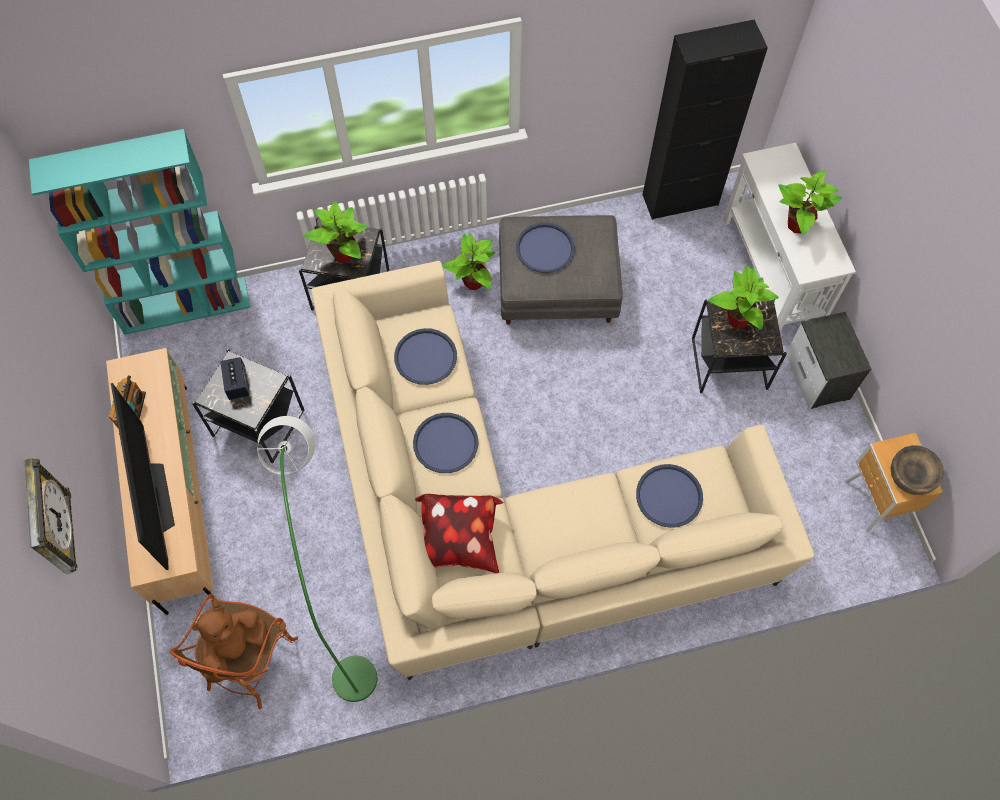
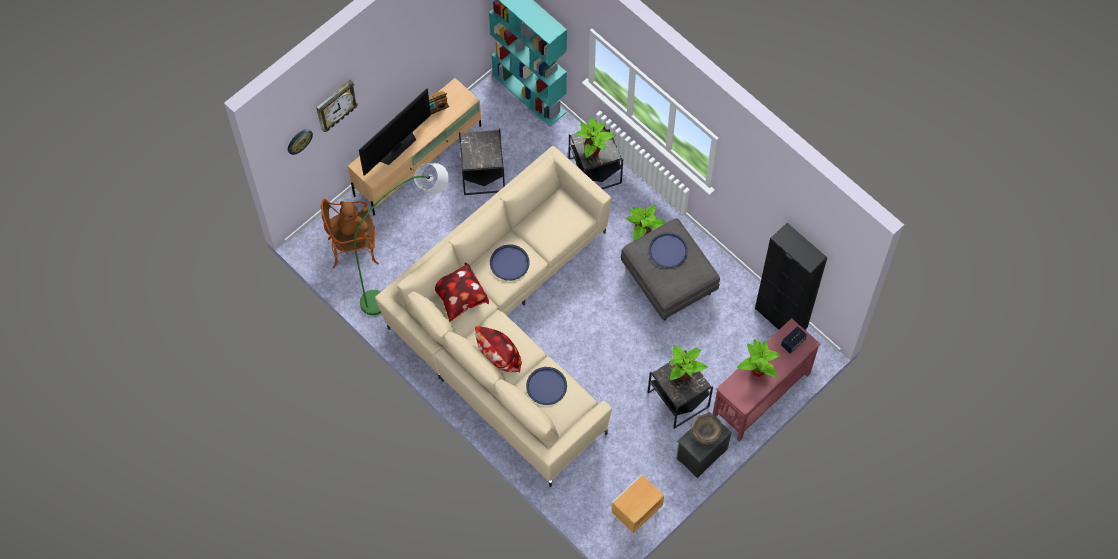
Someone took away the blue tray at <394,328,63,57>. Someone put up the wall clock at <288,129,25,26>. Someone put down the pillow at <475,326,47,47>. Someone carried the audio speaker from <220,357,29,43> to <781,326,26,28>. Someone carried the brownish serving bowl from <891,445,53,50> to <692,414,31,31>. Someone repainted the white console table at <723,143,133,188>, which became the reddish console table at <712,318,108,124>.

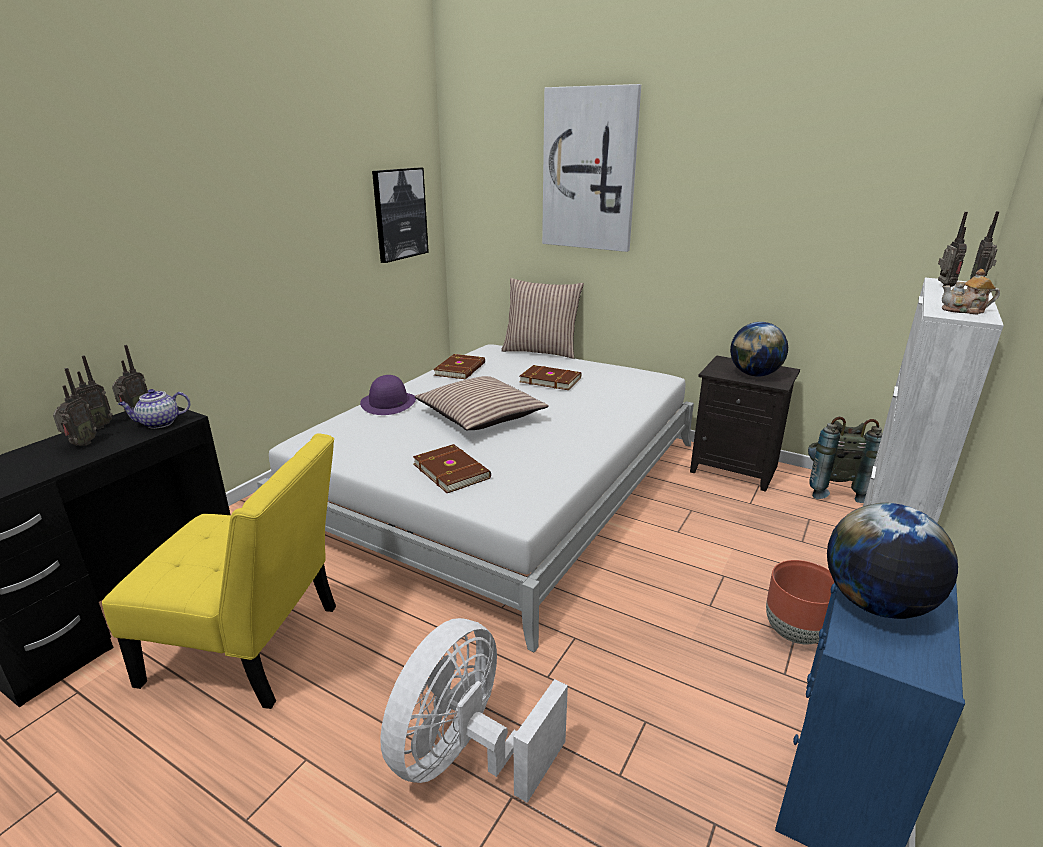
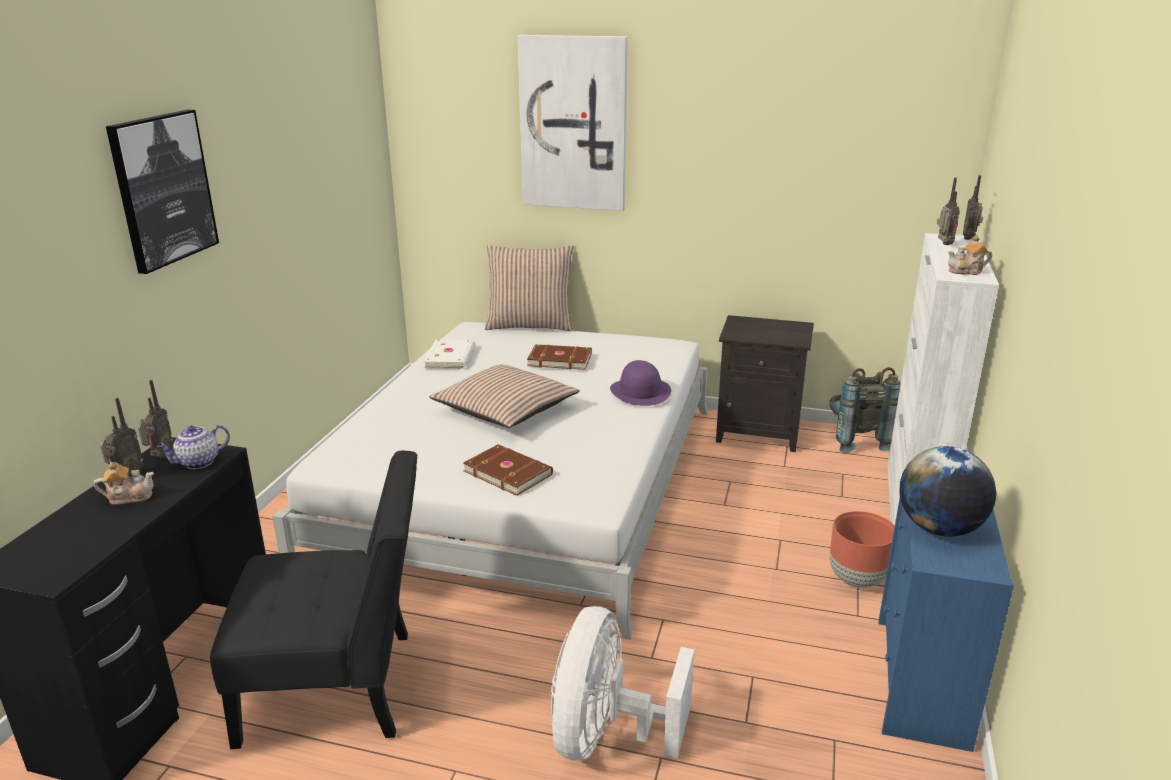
Someone took away the globe at <730,322,58,54>. Someone carried the purple-coloured wearable hat from <360,375,56,40> to <610,360,61,46>. Someone carried the picture from <372,168,57,95> to <106,110,113,164>. Someone swapped the radio at <53,368,44,78> for the tea pot at <94,462,60,43>. Someone repainted the yellow chair at <102,433,234,276>, which became the blackish chair at <210,451,207,298>. Someone repainted the brownish book at <433,354,52,25>, which became the white book at <423,339,52,30>.

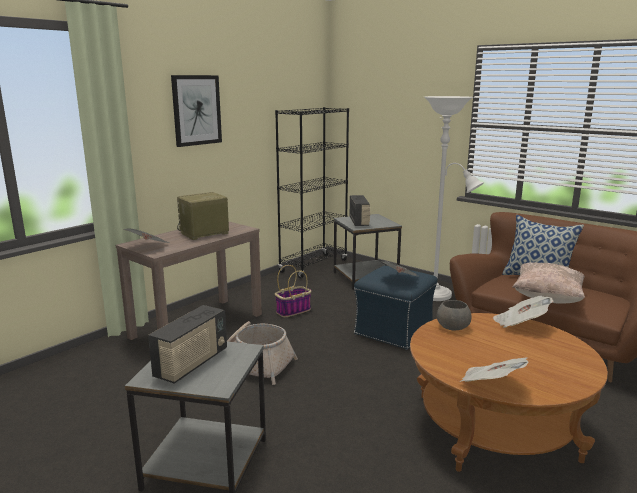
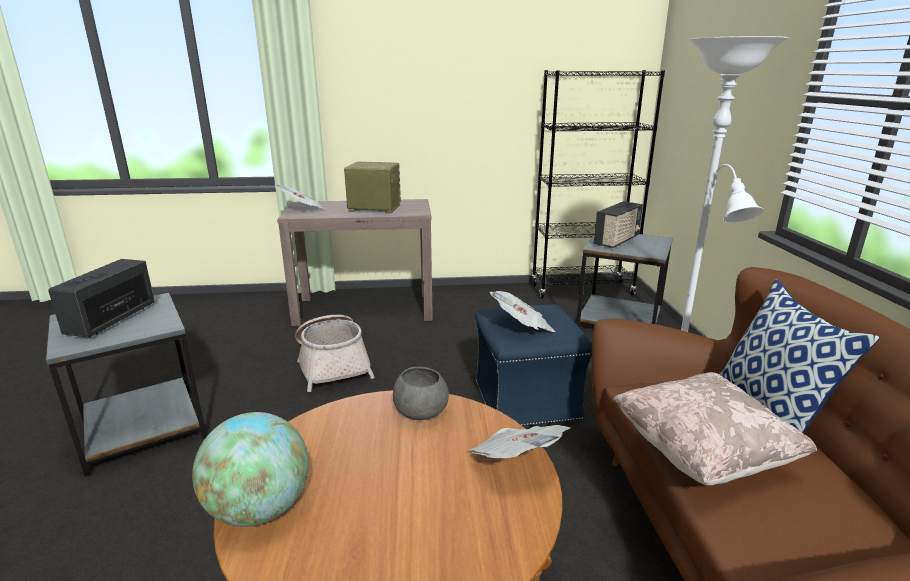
Someone took away the picture at <171,75,51,72>. Someone took away the storage basket at <275,265,36,52>. Someone swapped the daily paper at <459,357,70,25> for the globe at <192,412,117,115>. Someone rotated the radio at <148,305,79,79> by 120 degrees clockwise.

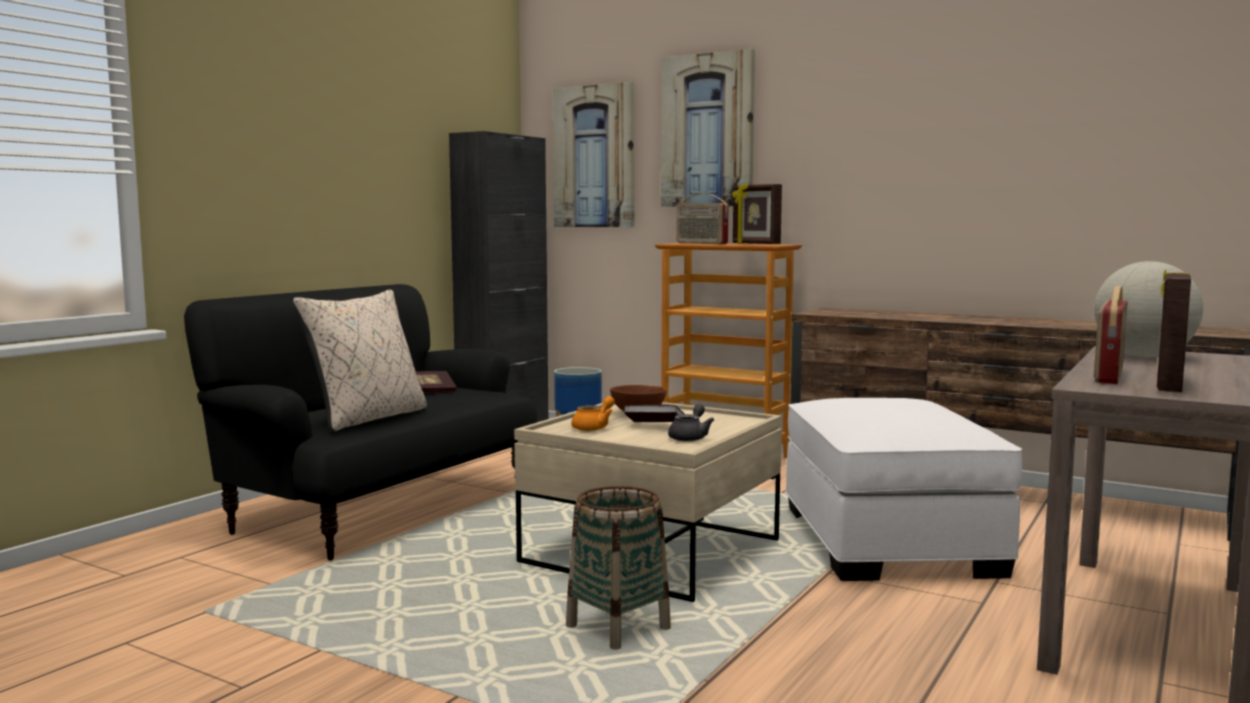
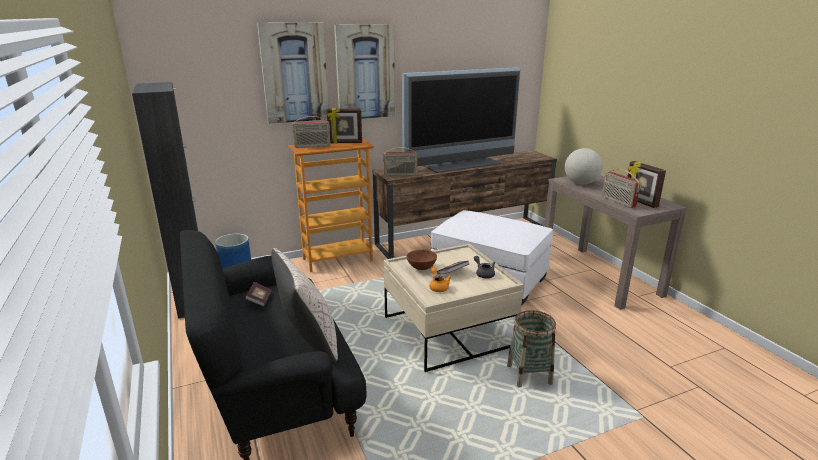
Someone put down the radio at <383,147,35,29>. Someone put down the TV set at <402,67,119,106>. Someone carried the picture from <553,82,82,145> to <334,24,61,95>.

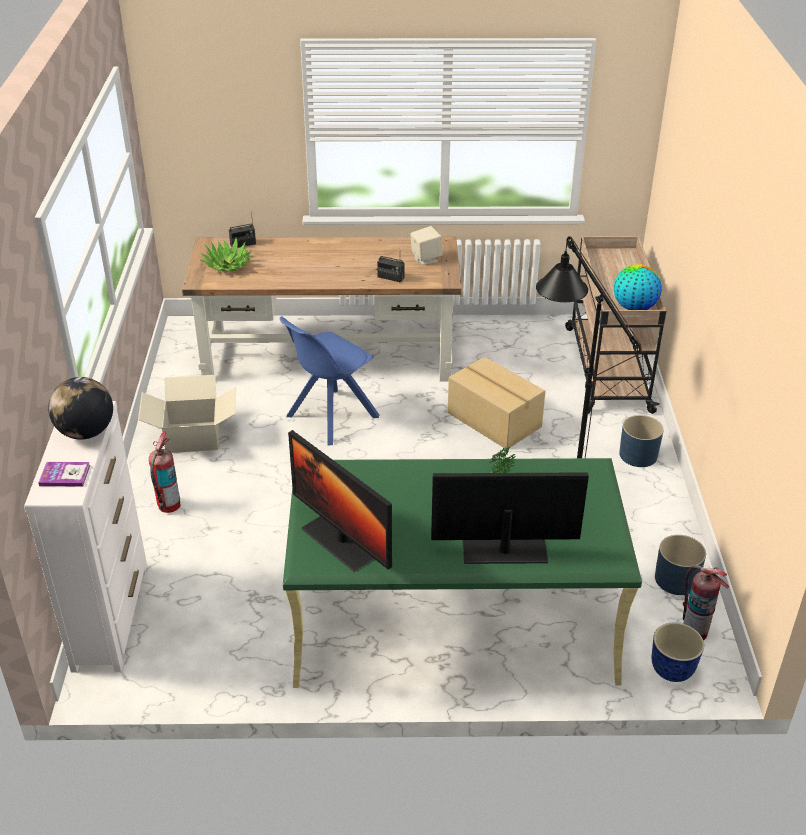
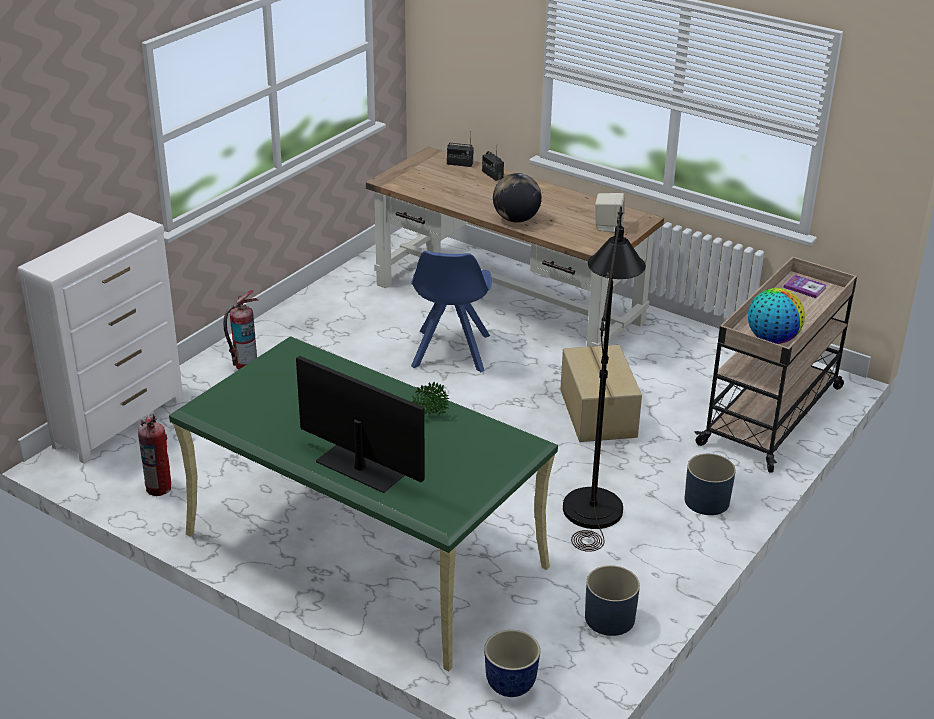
Someone took away the carton at <138,375,98,78>. Someone took away the potted plant at <200,238,53,34>. Someone took away the computer display at <288,430,104,142>. Someone carried the book from <38,462,52,24> to <784,275,42,23>. Someone carried the globe from <48,377,65,63> to <493,173,49,50>. Someone carried the radio from <377,256,27,27> to <482,151,22,30>. Someone carried the extinguisher from <683,565,46,75> to <138,414,33,82>. Someone rotated the blue chair at <280,316,99,129> by 75 degrees counterclockwise.

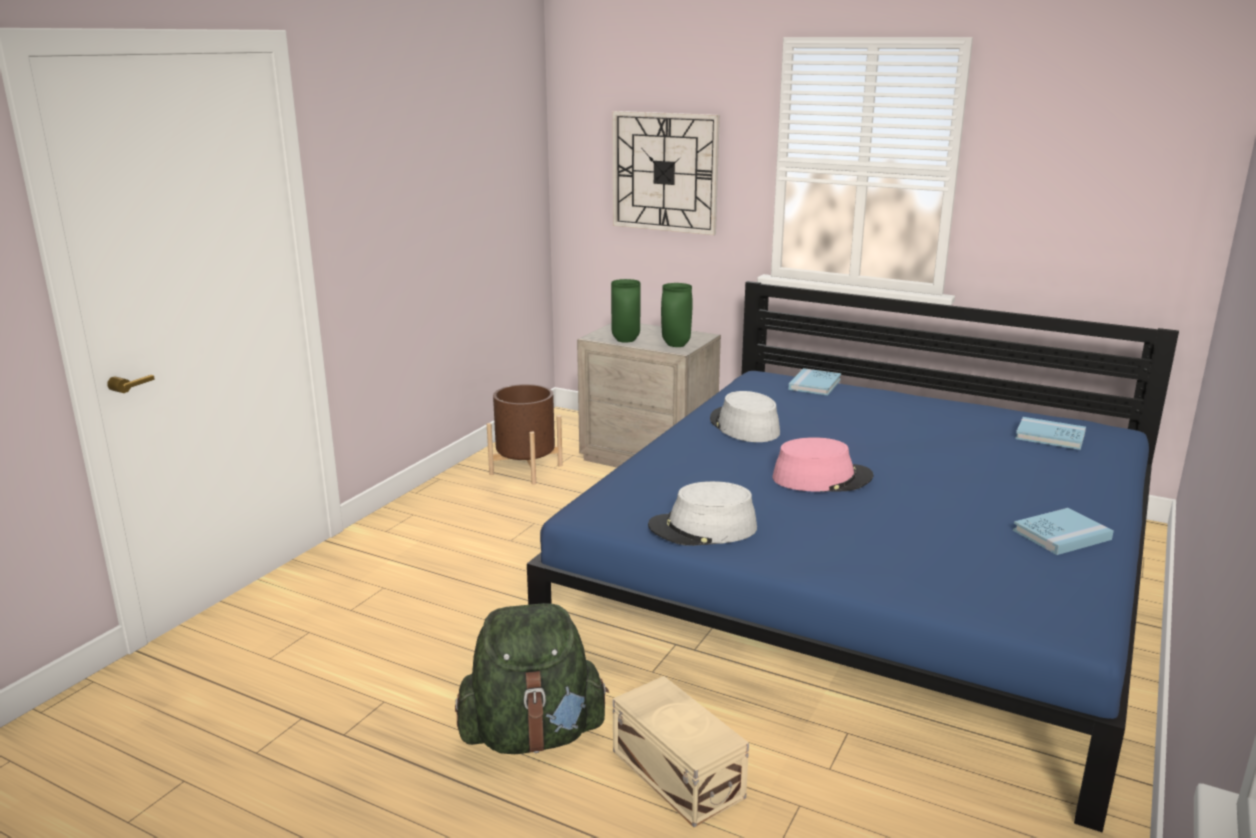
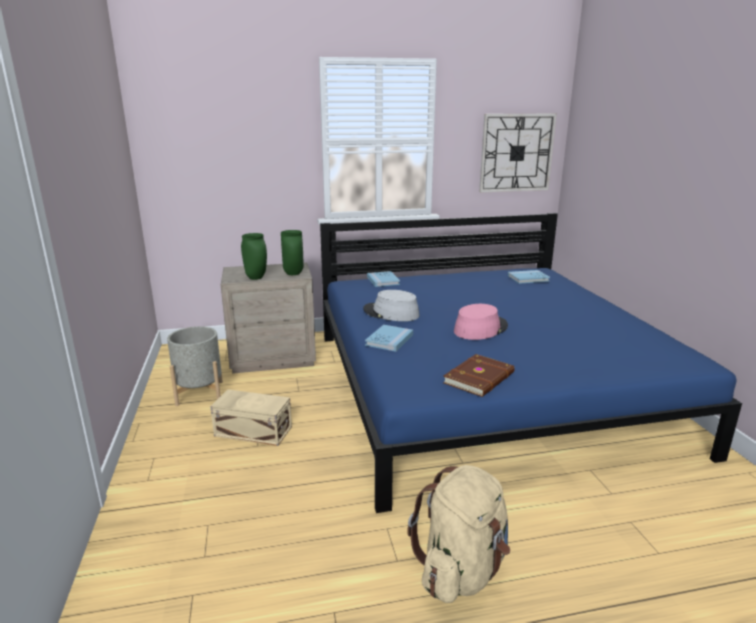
Someone carried the wall clock from <612,111,108,124> to <479,114,78,79>. Someone carried the sand-coloured storage box from <613,676,136,151> to <210,389,82,57>. Someone carried the blue book from <1013,508,101,47> to <365,325,48,27>. Someone swapped the gray wearable hat at <648,481,109,65> for the brownish book at <443,354,72,43>. Someone repainted the greenish backpack at <455,603,154,151>, which became the sand-coloured backpack at <408,465,102,138>. Someone repainted the brownish plant pot at <487,384,76,101>, which became the gray plant pot at <167,326,56,80>.

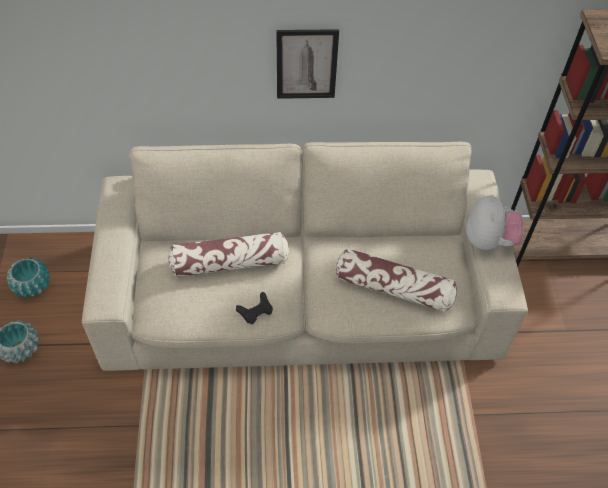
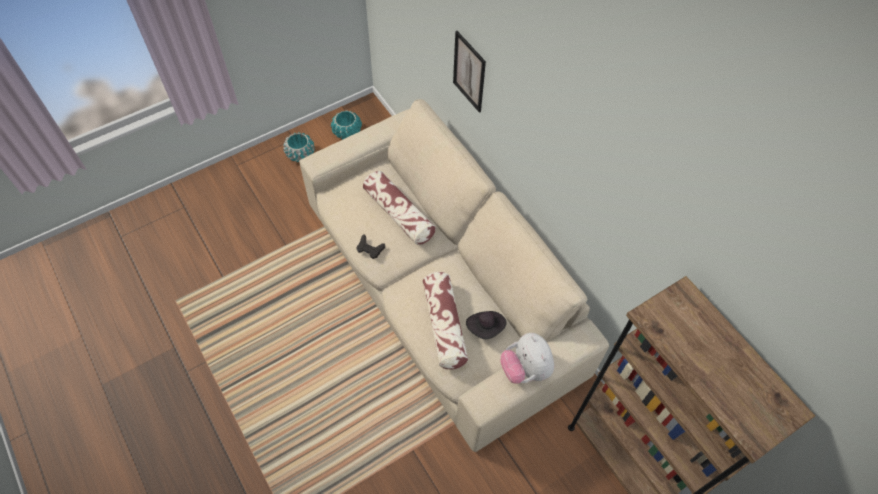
Someone put down the blackish wearable hat at <466,311,40,28>. Someone carried the picture from <276,29,63,70> to <453,31,33,82>. Someone rotated the soft toy at <466,195,58,55> by 90 degrees clockwise.

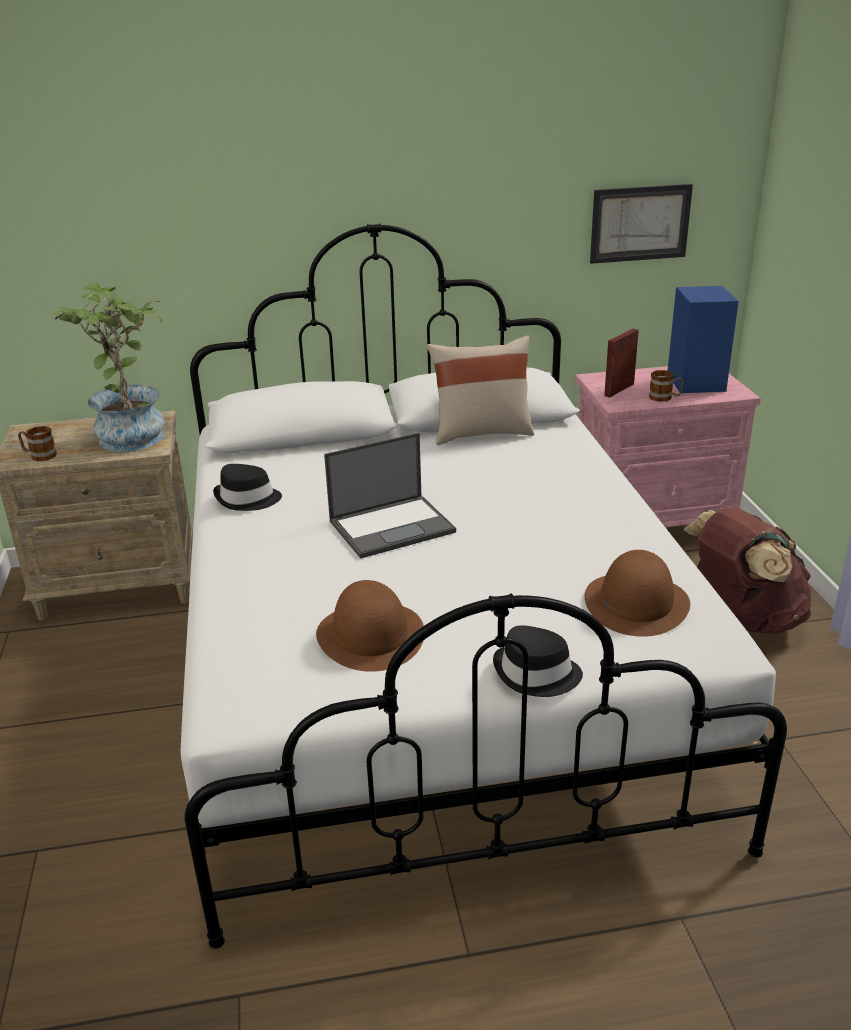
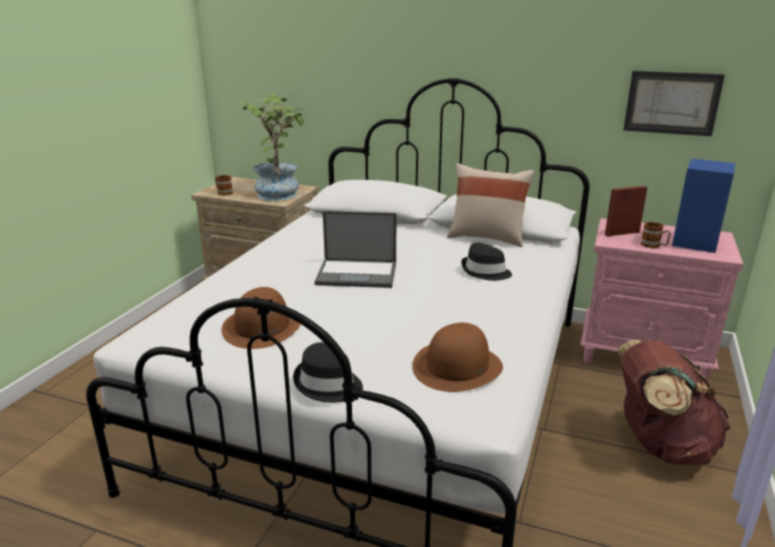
Someone carried the blackish wearable hat from <213,464,69,47> to <461,243,51,38>.

